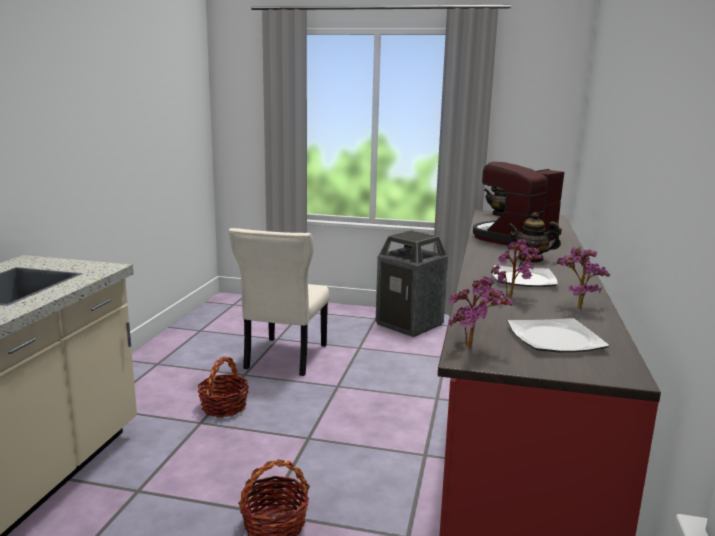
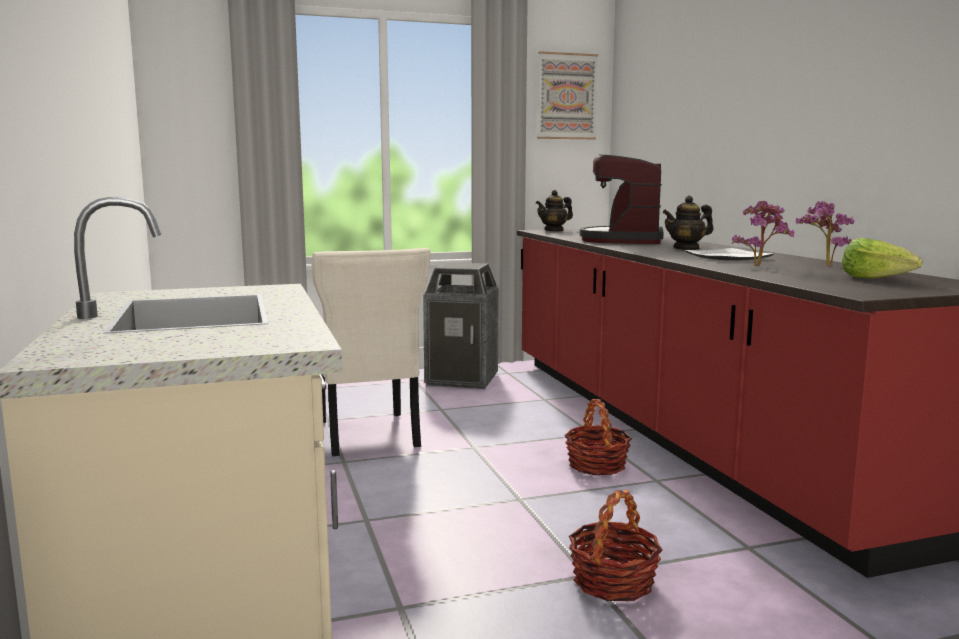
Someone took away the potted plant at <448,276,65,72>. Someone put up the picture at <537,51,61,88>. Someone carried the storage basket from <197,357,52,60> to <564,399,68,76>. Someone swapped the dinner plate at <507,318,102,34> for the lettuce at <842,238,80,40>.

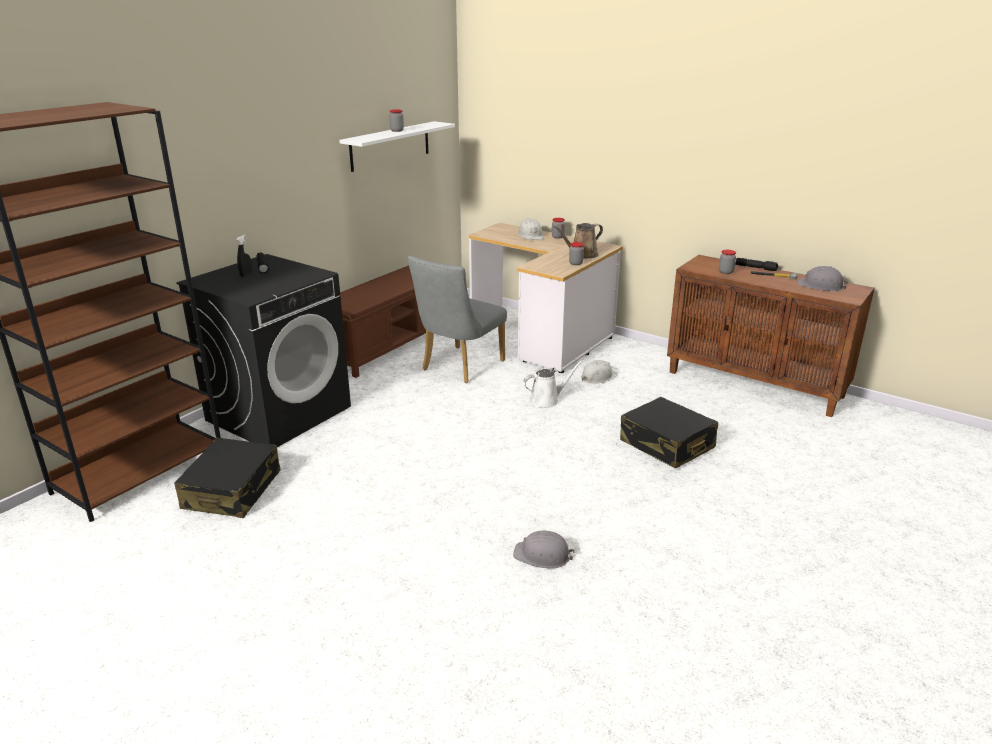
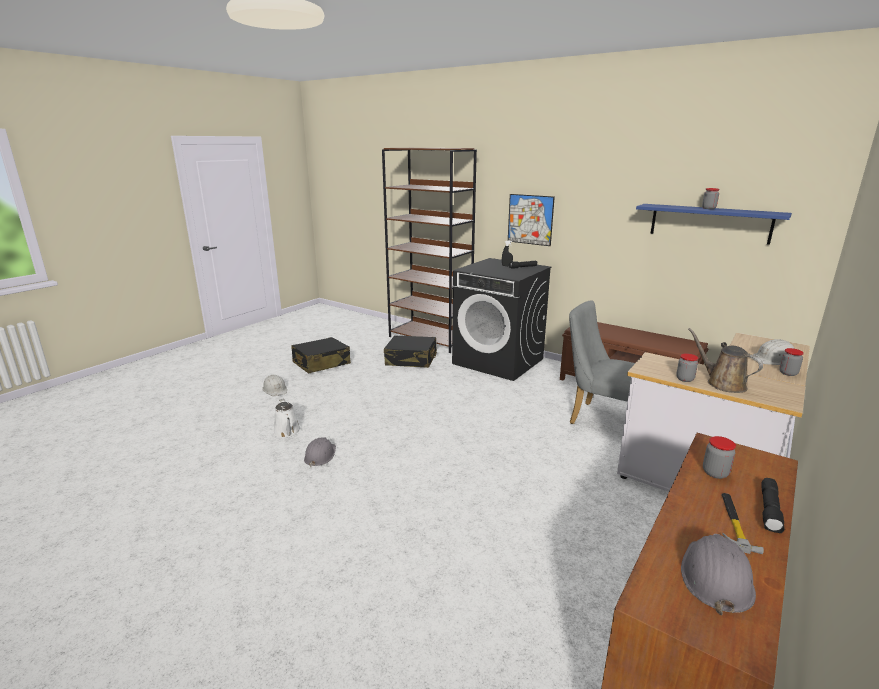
Someone put up the picture at <508,194,47,52>. Someone carried the white sprinkling can from <523,360,61,48> to <273,399,28,39>. Someone carried the white work helmet from <581,360,37,24> to <262,375,25,21>. Someone carried the blackish piece of luggage from <620,397,98,72> to <291,337,60,36>. Someone repainted the white shelf at <339,121,116,51>, which became the blue shelf at <636,204,156,41>.

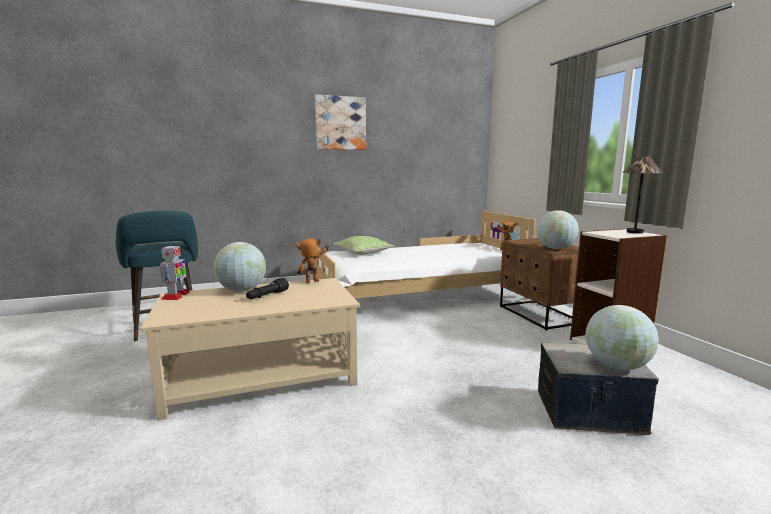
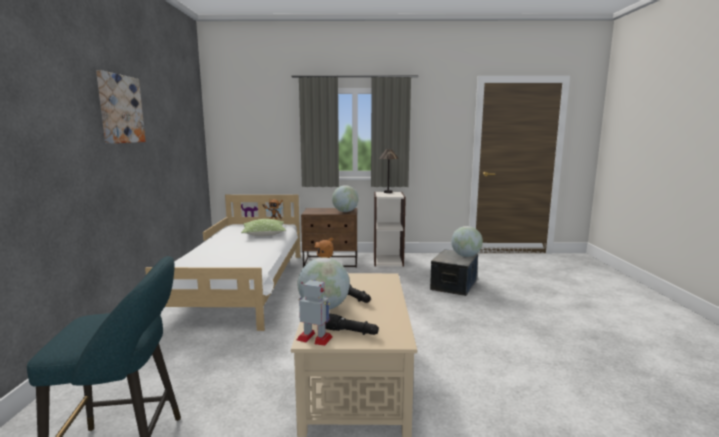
Someone put down the blackish torch at <325,313,54,22>. Someone carried the pillow from <334,236,60,19> to <241,219,45,17>.

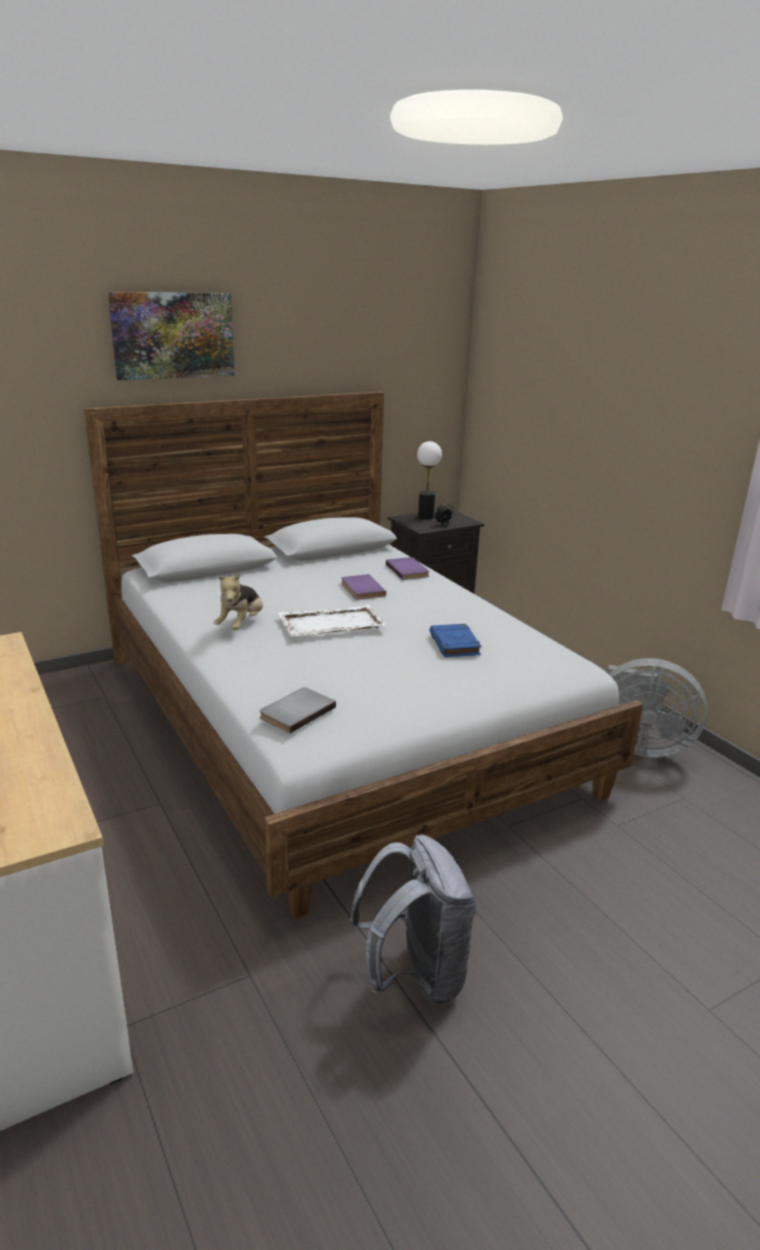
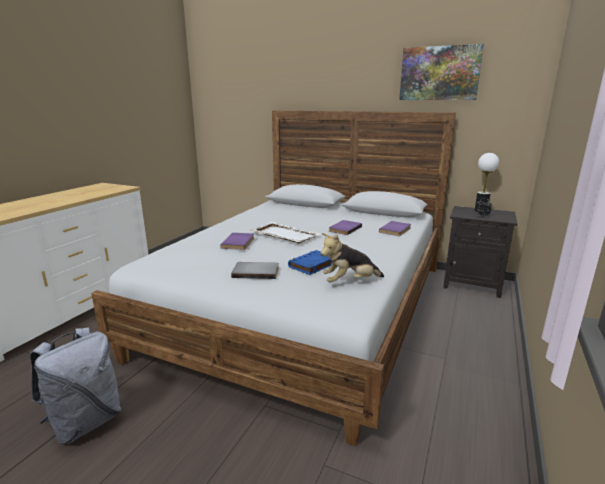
Someone took away the gray cooling fan at <608,658,100,99>. Someone put down the purple-coloured book at <220,233,34,17>. Someone carried the picture from <108,292,127,88> to <399,44,85,56>. Someone carried the soft toy from <214,573,49,57> to <321,233,63,50>. Someone carried the gray book from <259,687,77,47> to <231,262,48,17>.

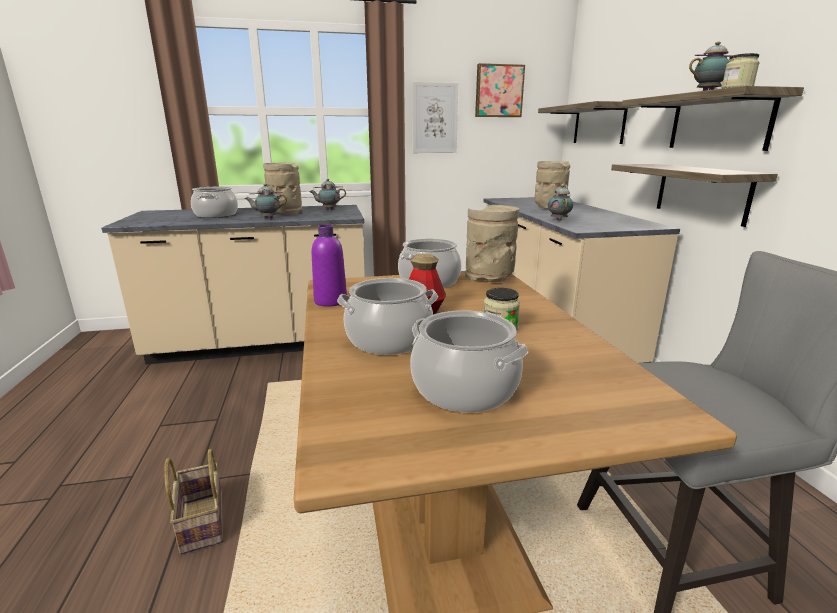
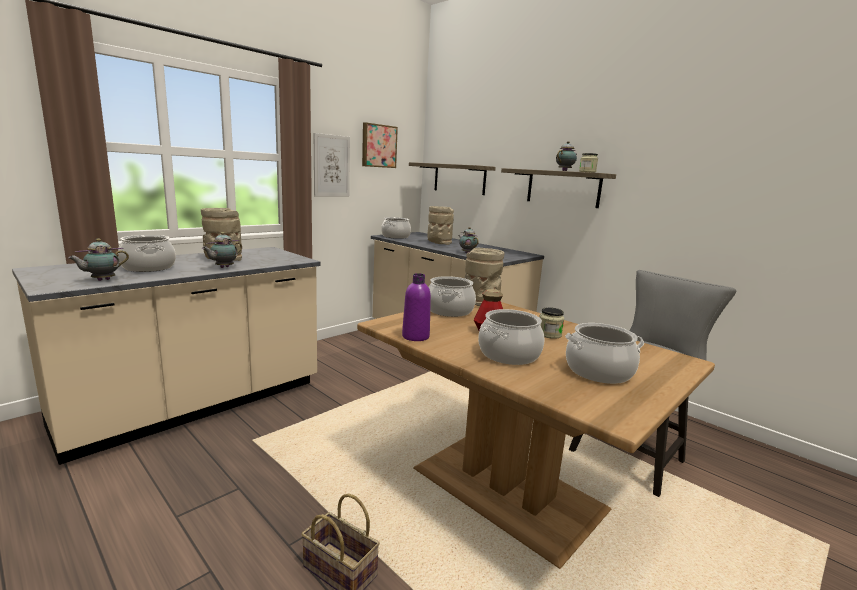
Someone took away the shelf at <611,164,167,63>. Someone put down the saucepot at <381,217,30,22>. Someone carried the tea pot from <310,179,36,31> to <68,238,61,43>.

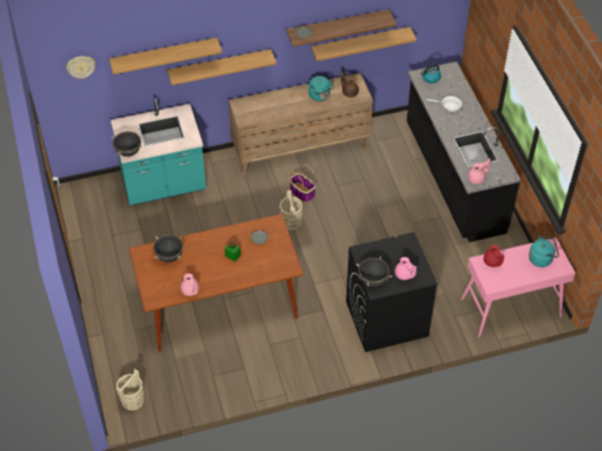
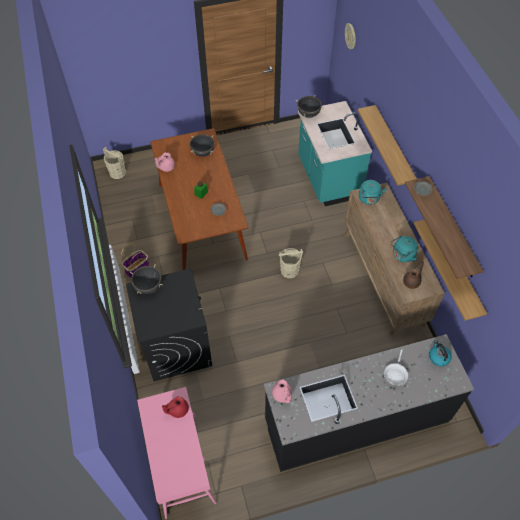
Someone took away the shelf at <109,38,113,36>. Someone took away the pink tea pot at <395,257,22,23>. Someone carried the storage basket from <289,164,27,38> to <121,243,29,35>. Someone carried the turquoise-coloured tea kettle from <529,236,30,31> to <359,180,27,25>.

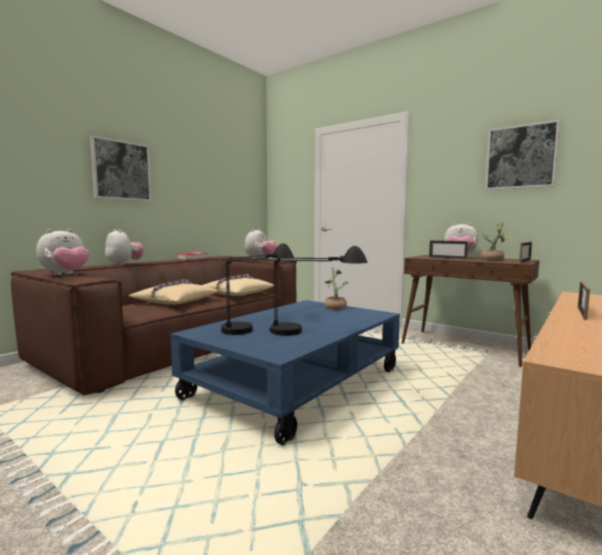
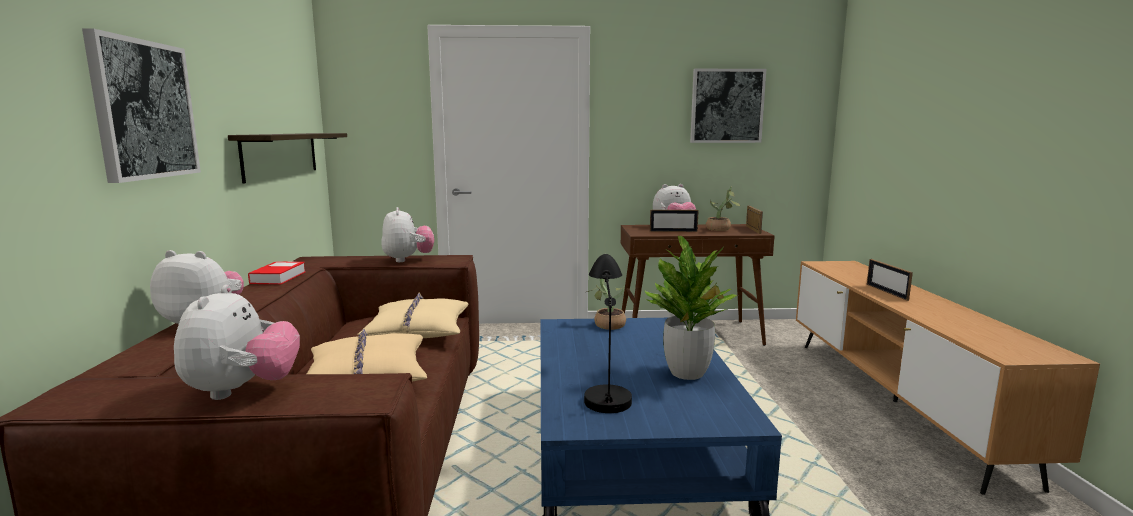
Someone put up the shelf at <228,133,119,51>. Someone swapped the blackish table lamp at <270,246,98,90> for the potted plant at <645,236,93,144>.

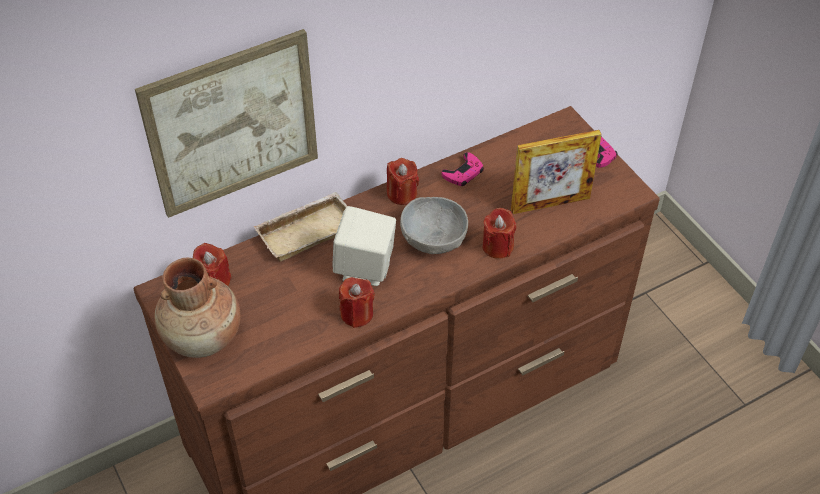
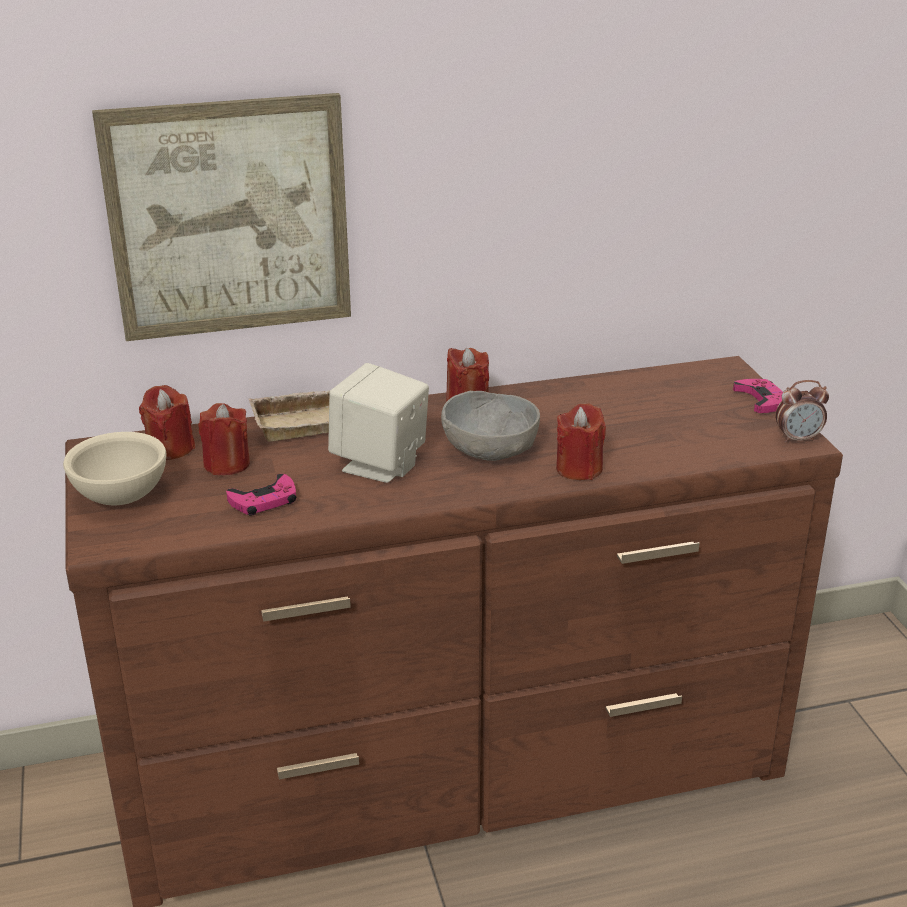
Someone took away the standing frame at <511,130,91,84>. Someone put down the bedside clock at <775,380,54,63>. Someone carried the reddish candle from <339,277,36,51> to <198,403,52,72>. Someone carried the pink game controller from <442,152,42,34> to <226,474,70,42>. Someone swapped the brownish flower vase at <154,257,86,101> for the sand-coloured serving bowl at <63,432,103,73>.

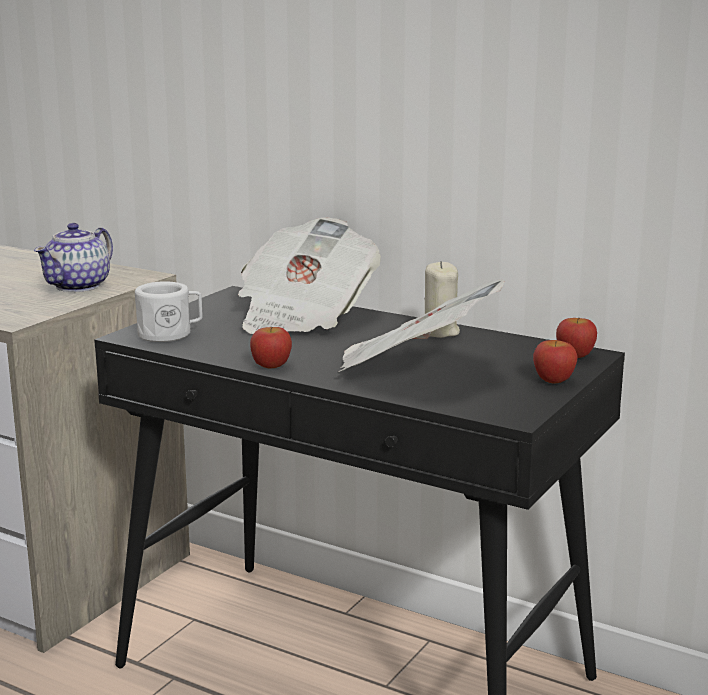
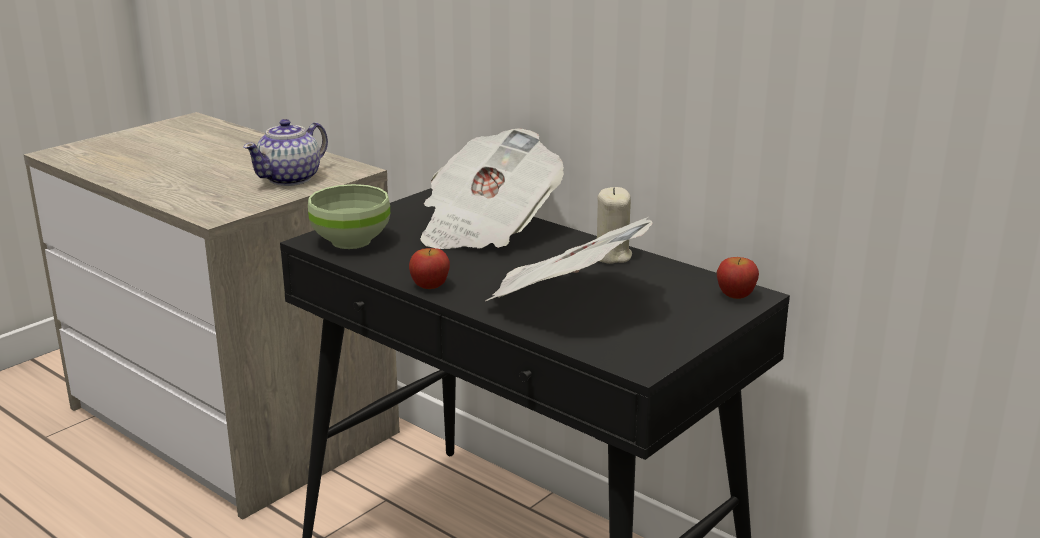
Someone took away the apple at <533,340,44,43>. Someone swapped the white coffee mug at <135,281,68,61> for the greenish serving bowl at <308,184,82,65>.

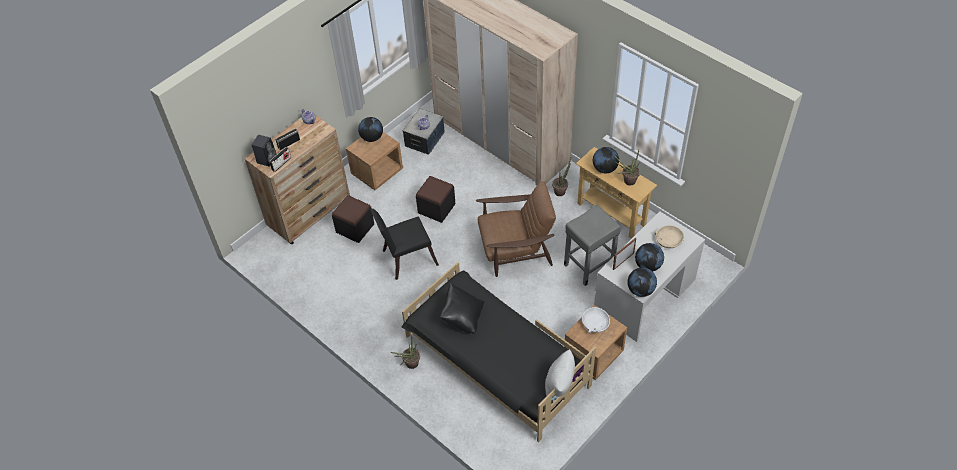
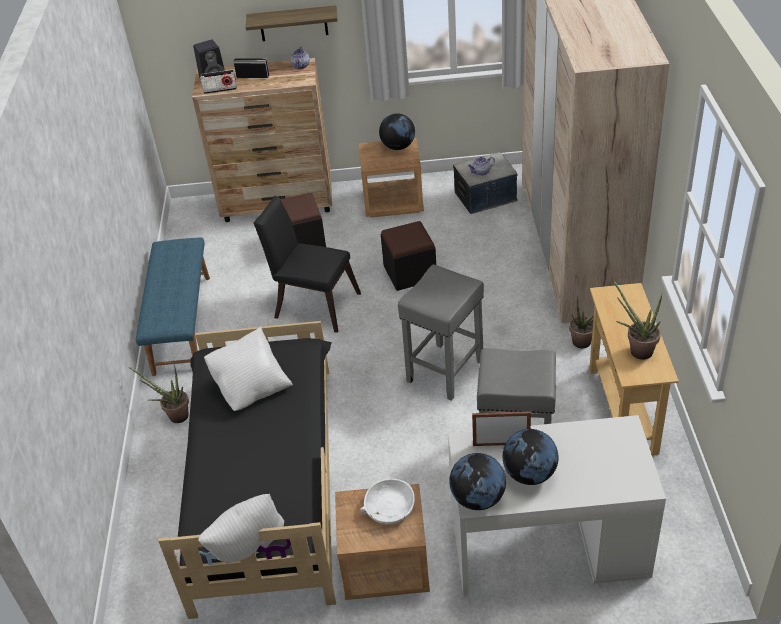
Someone took away the globe at <593,147,26,26>. Someone took away the sand-coloured serving bowl at <654,225,30,23>. Someone put down the blue long seat at <136,237,74,139>. Someone put up the shelf at <246,5,92,36>. Someone swapped the brownish lounge chair at <476,181,80,96> for the gray sitting stool at <398,265,86,136>. Someone repainted the blackish pillow at <440,283,45,51>, which became the white pillow at <204,327,89,84>.

